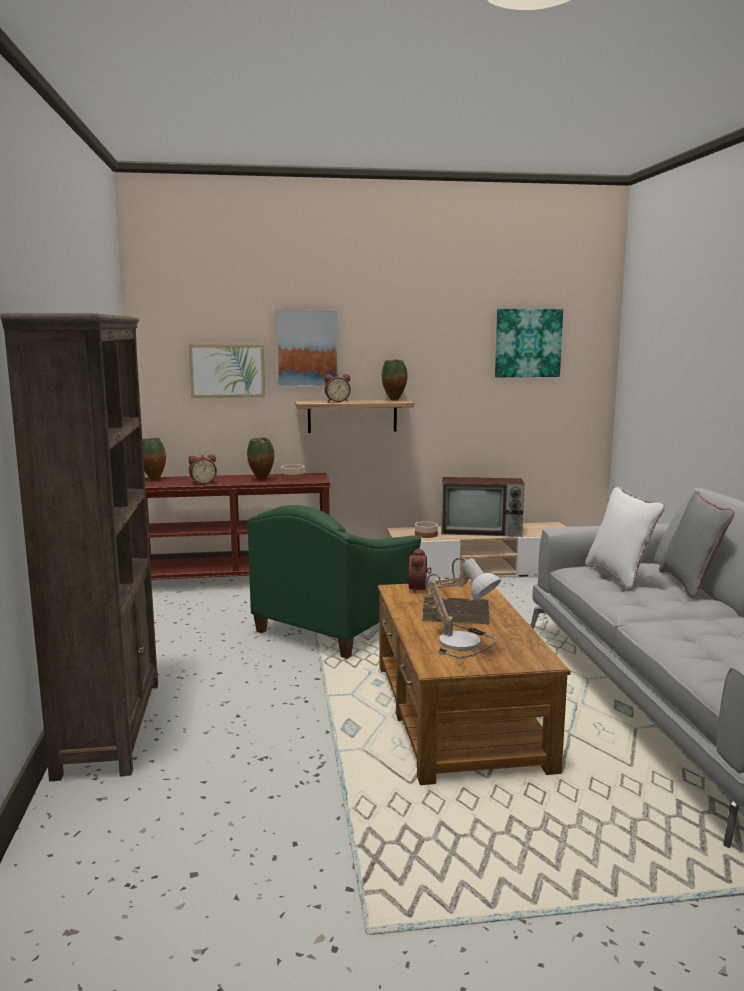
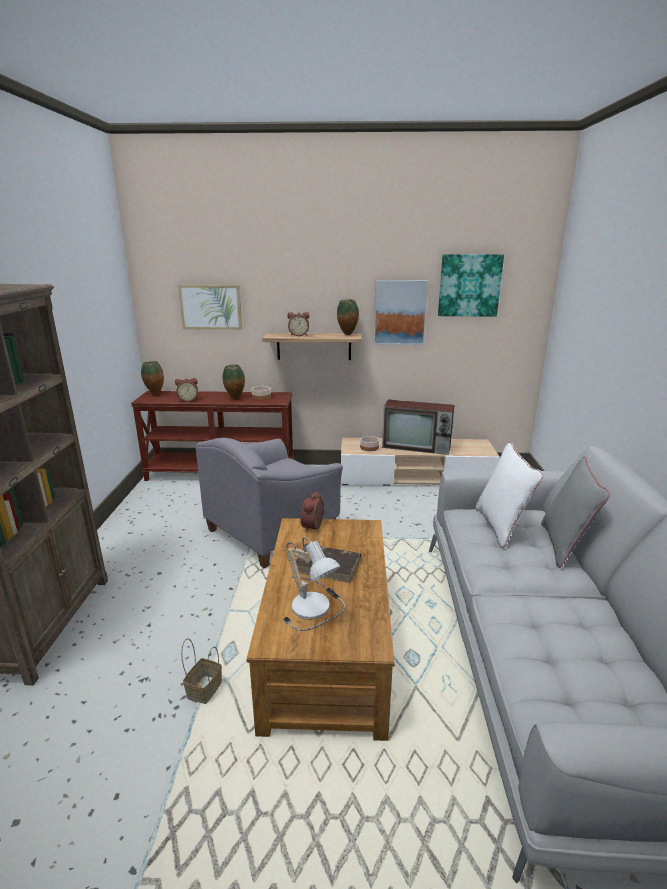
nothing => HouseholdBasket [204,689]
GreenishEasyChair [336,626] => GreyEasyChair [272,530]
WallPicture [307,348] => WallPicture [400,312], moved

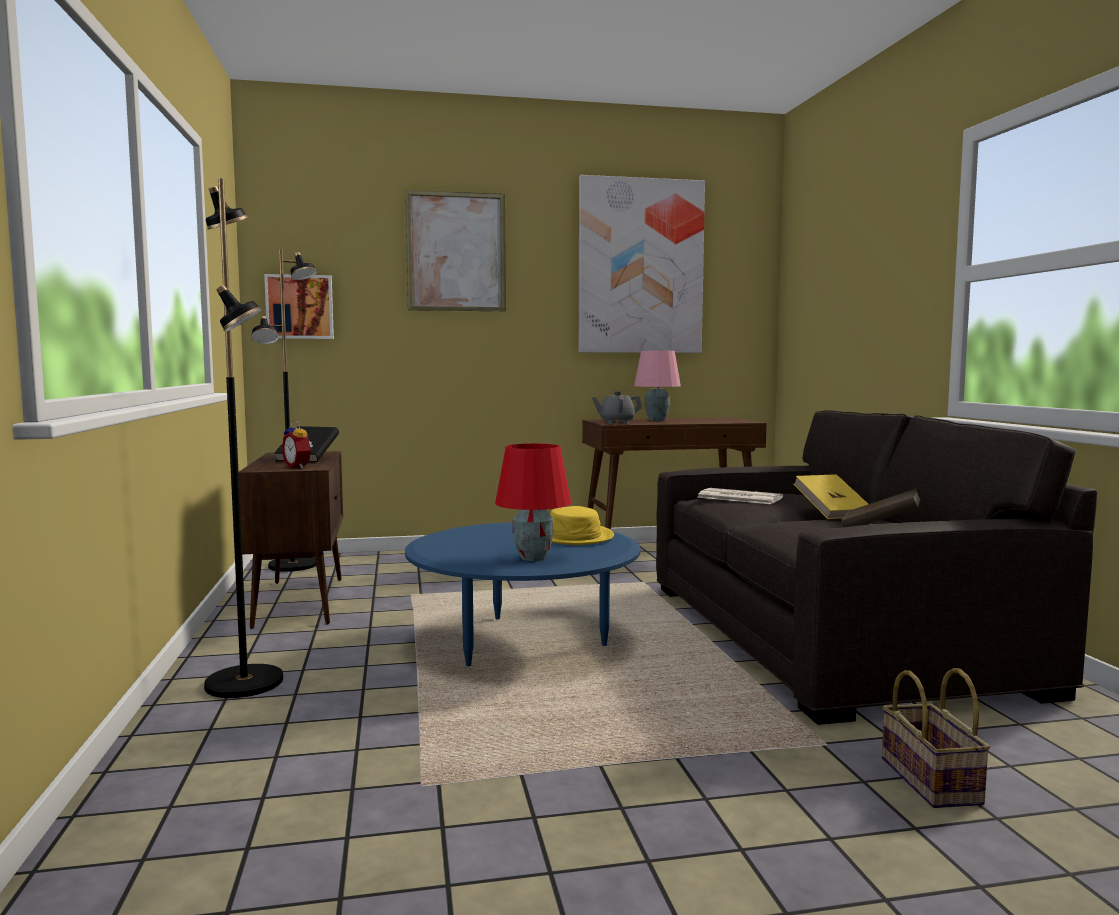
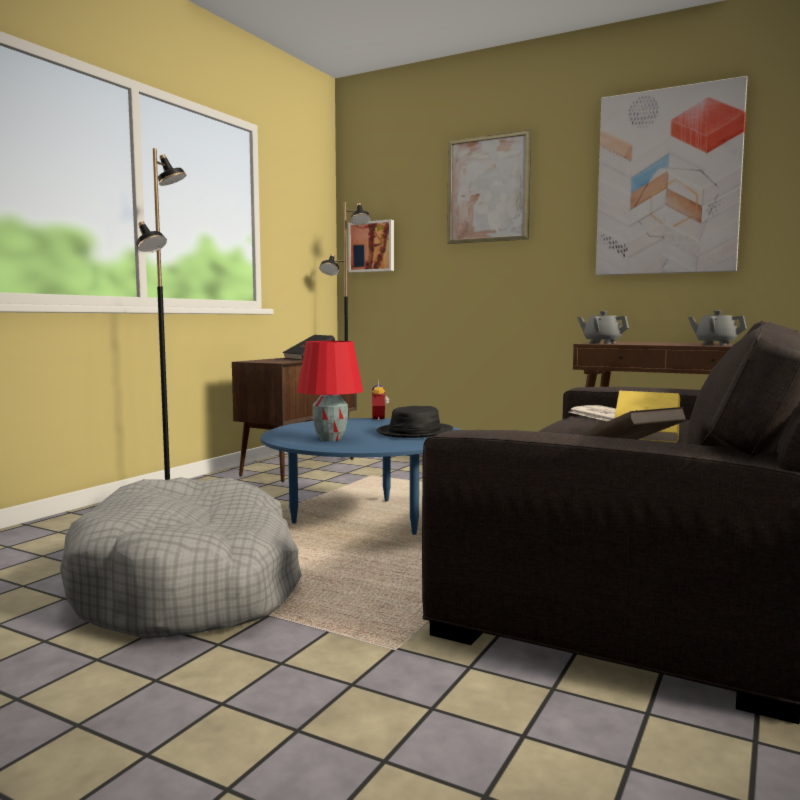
nothing => GreyPetBed [190,587]
TableClock [299,466] => TableClock [380,419], moved
YellowishClothingHat [574,536] => BlackishClothingHat [415,432]
nothing => GreyTeapot [715,344]
PinkishTabletopLamp [656,420] => nothing
HouseholdBasket [933,782] => nothing

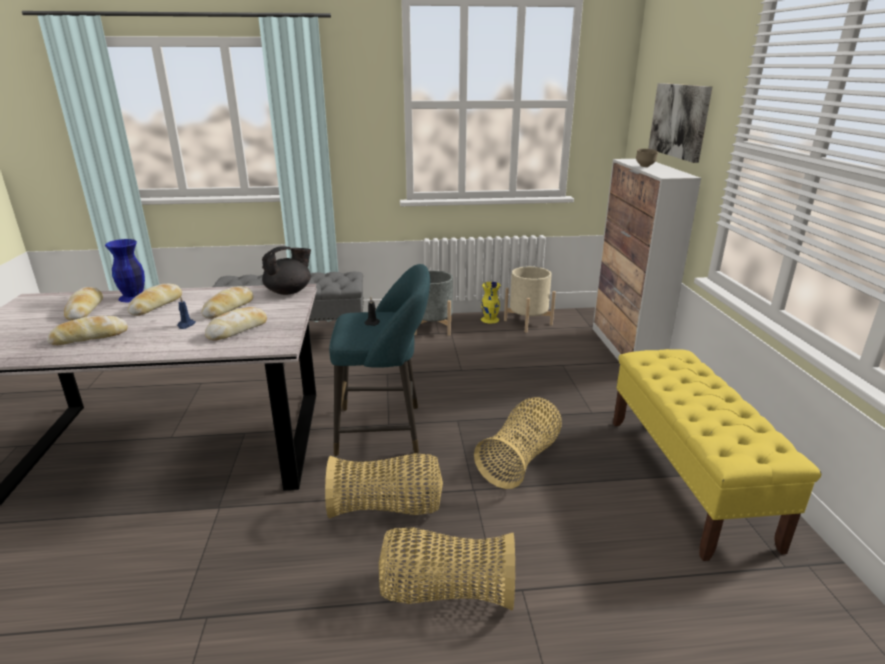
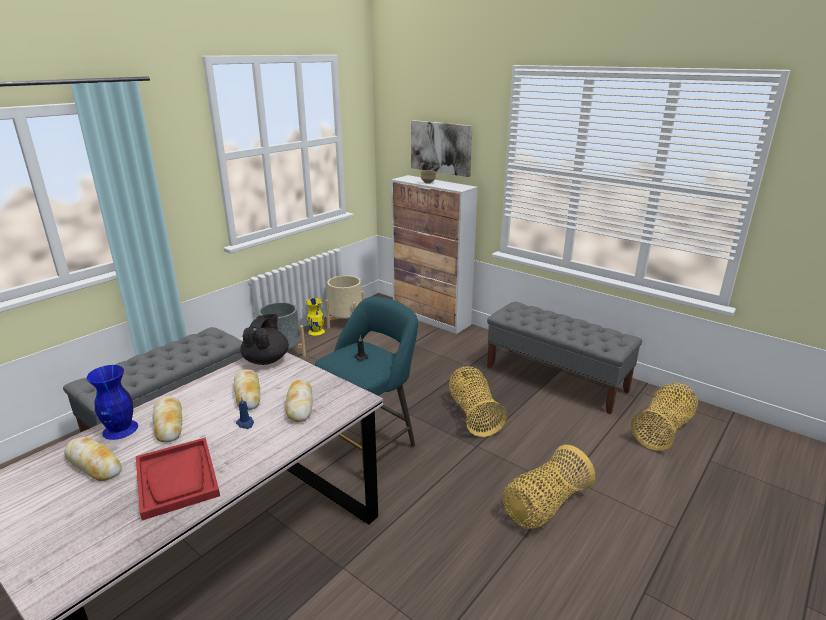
BakedBread [89,337] => RedServingTray [177,479]
YellowishIndoorBench [687,479] => GreyIndoorBench [556,379]
HouseholdBasket [387,508] => HouseholdBasket [663,430], moved

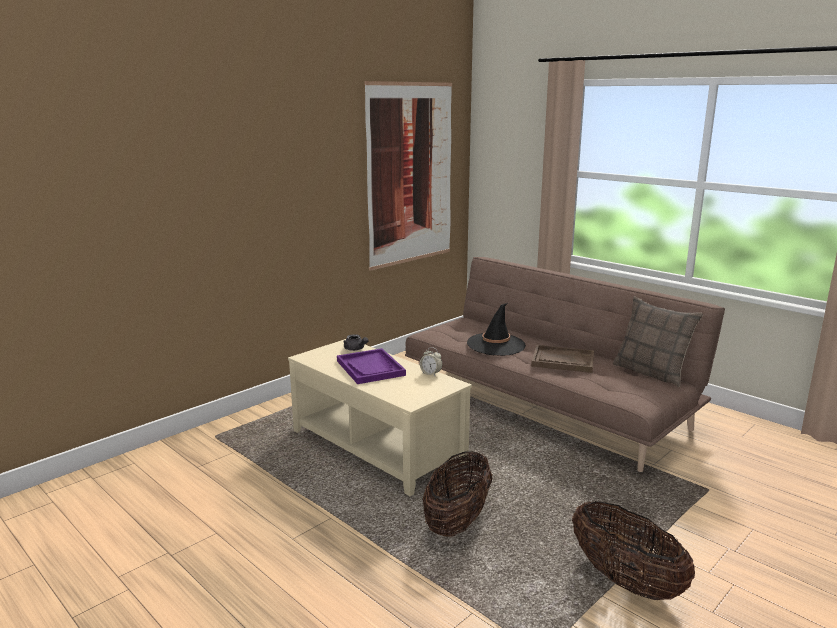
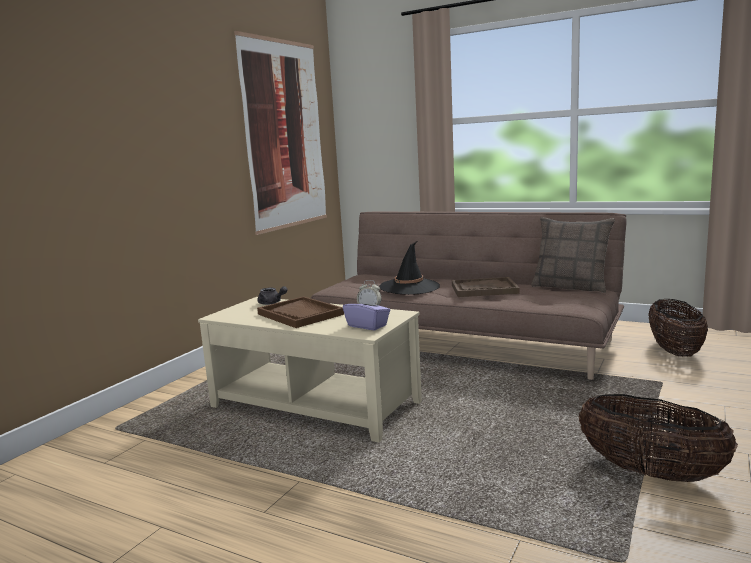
PurpleServingTray [370,368] => BrownServingTray [300,314]
nothing => PurpleBoxOfTissues [367,326]
HouseholdBasket [457,521] => HouseholdBasket [675,351], moved

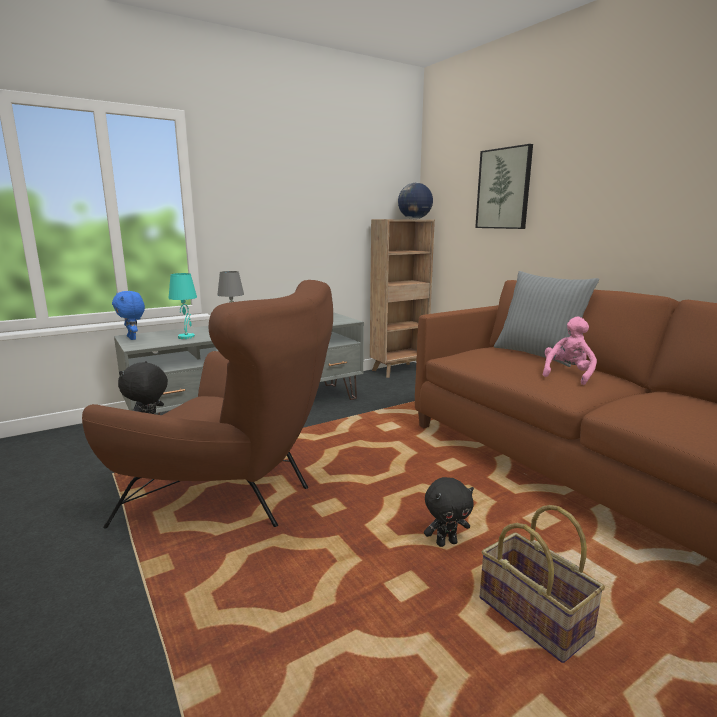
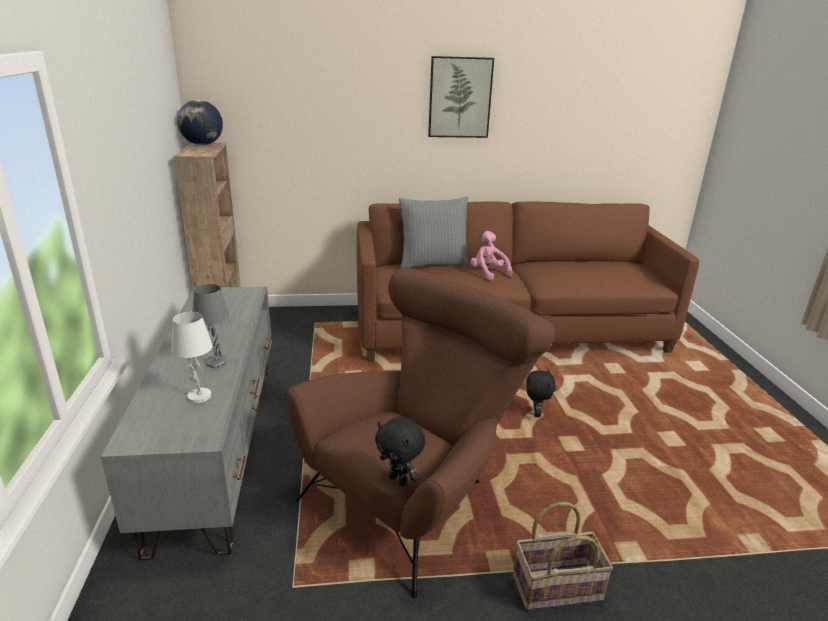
BlueGreenTabletopLamp [186,337] => WhiteTabletopLamp [198,396]
WallPicture [504,189] => WallPicture [460,97], moved
HouseholdBasket [535,616] => HouseholdBasket [556,586], moved
BluishCuddlyToy [133,338] => nothing

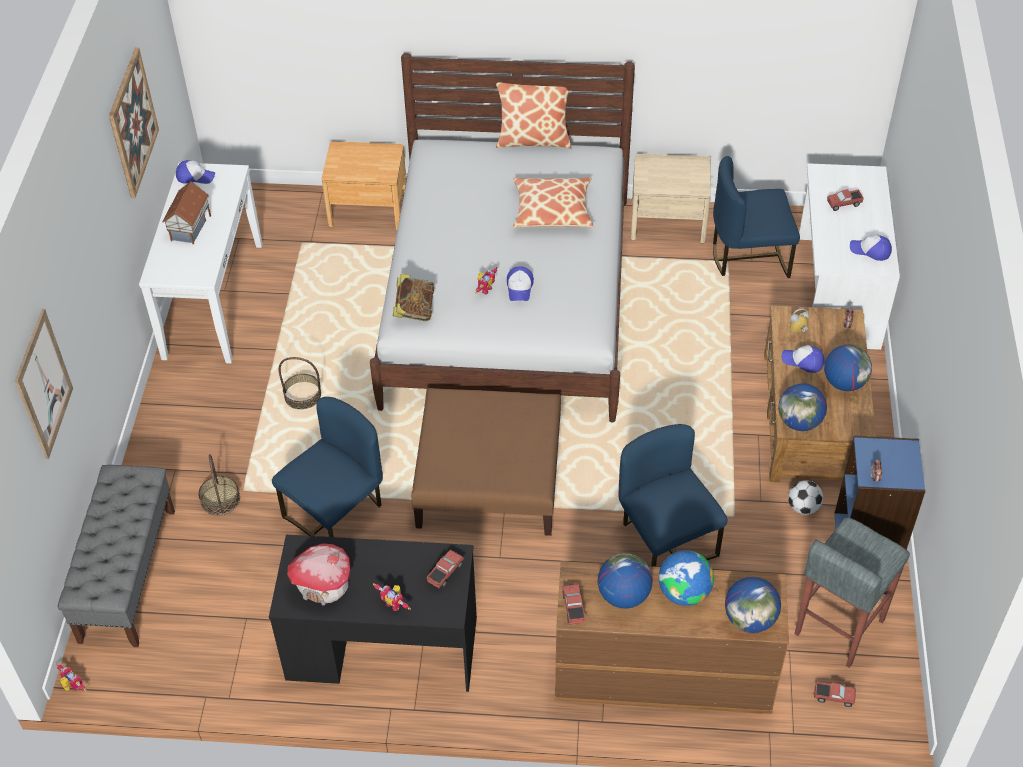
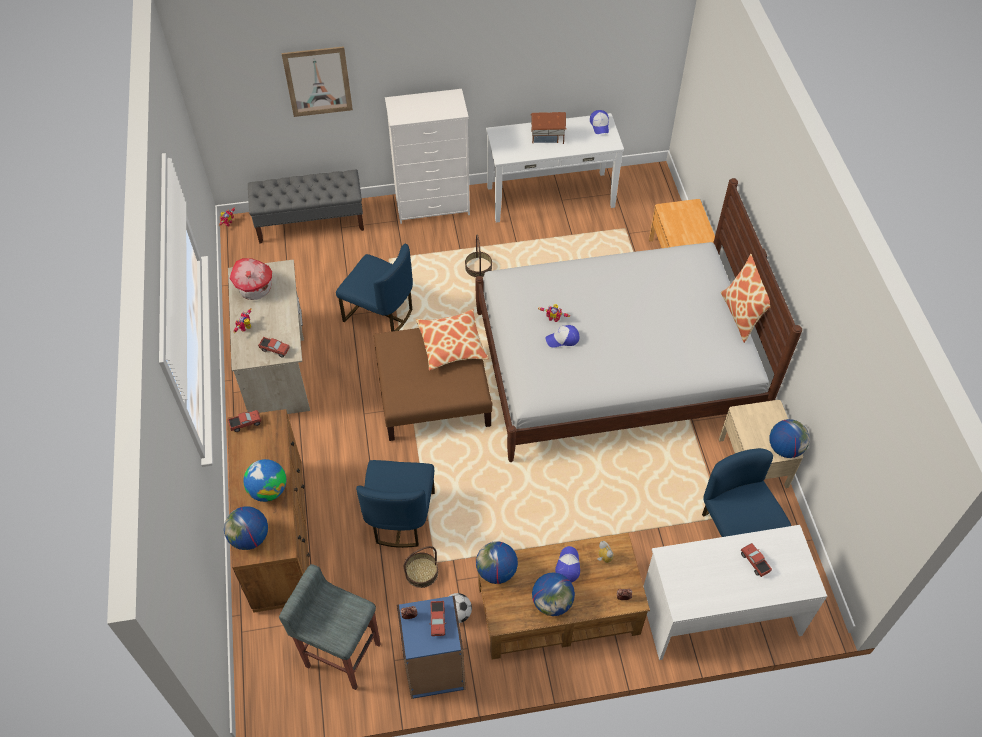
BlackishDesk [382,648] => BeigeColouredDesk [277,364]
BluishChair [665,541] => BluishChair [400,517], 135 degrees clockwise
nothing => WhiteDresser [433,206]
HouseholdBasket [220,499] => HouseholdBasket [421,572], moved
Cushion [552,210] => Cushion [452,345], moved
ModelTruck [833,697] => ModelTruck [438,621], moved
WorldGlobe [623,595] => WorldGlobe [784,448], moved
WallPicture [133,123] => nothing
Volume [414,310] => nothing
BaseballCap [870,250] => nothing

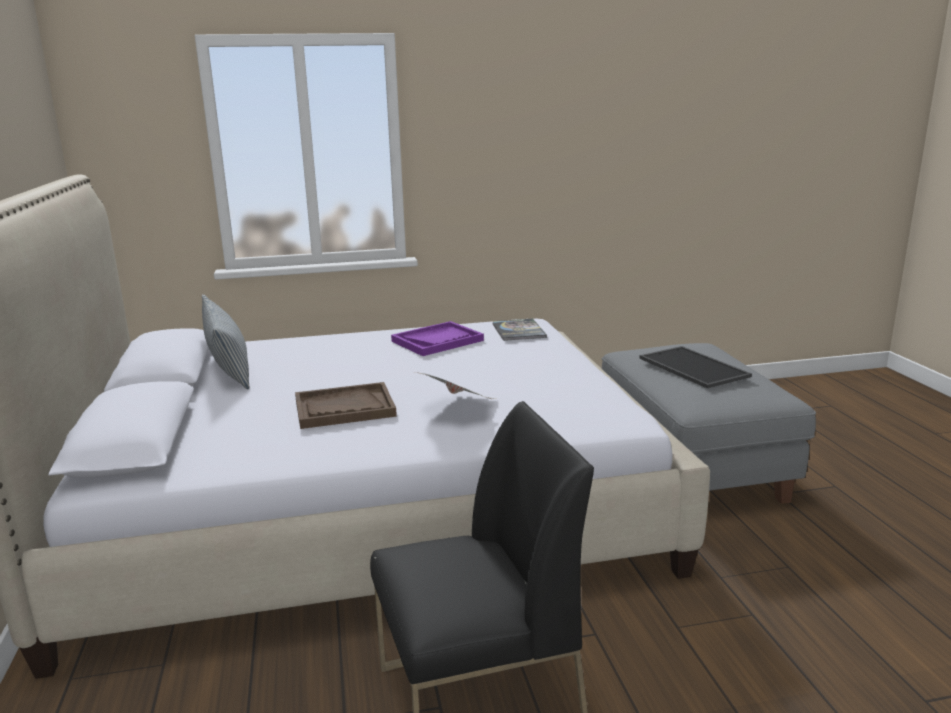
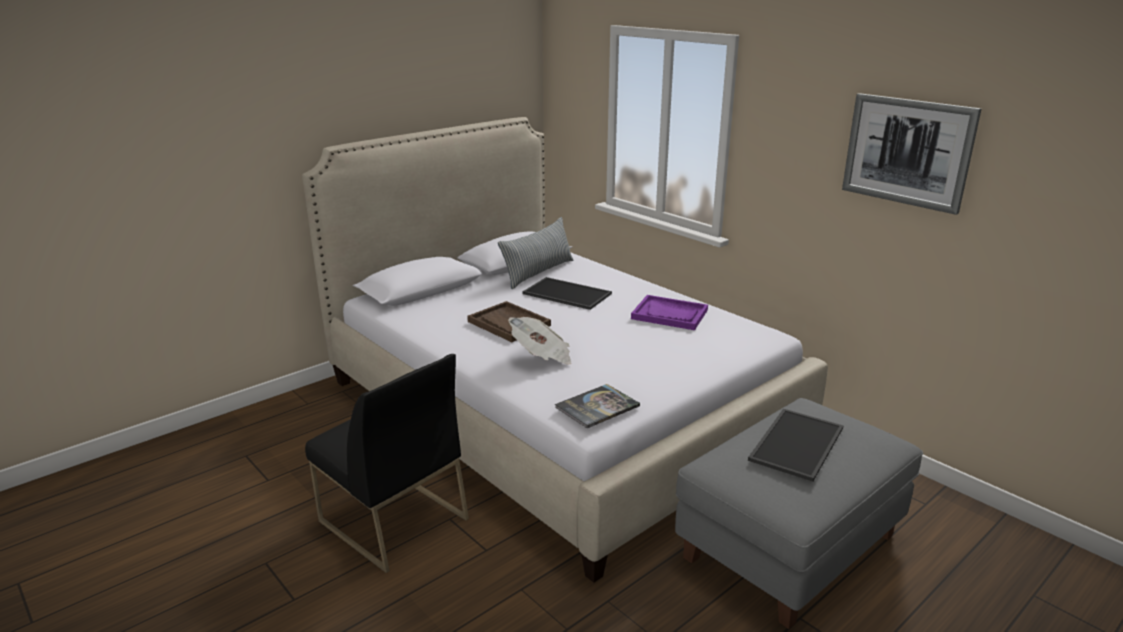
nothing => ServingTray [565,294]
Volume [518,331] => Volume [597,407], moved
nothing => WallPicture [907,151]

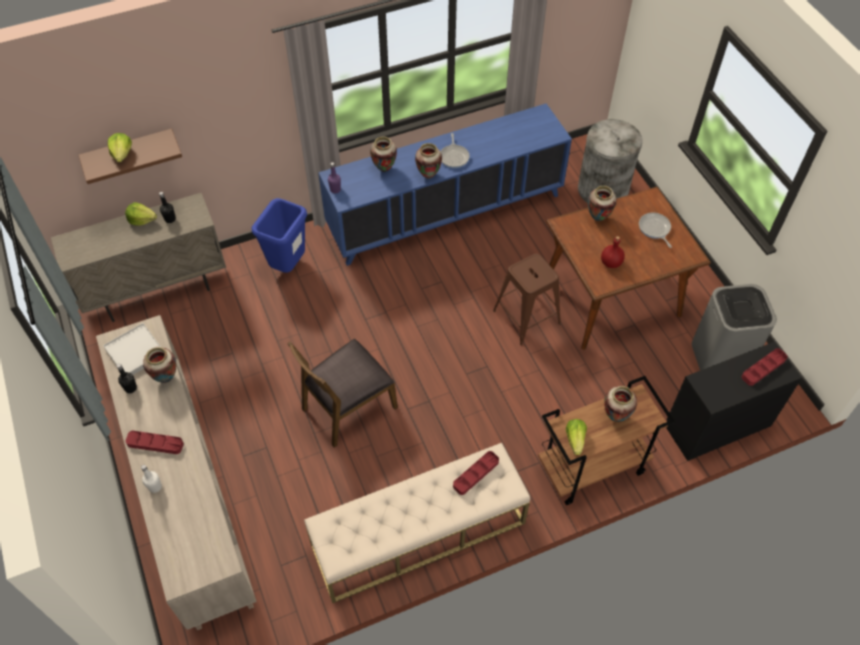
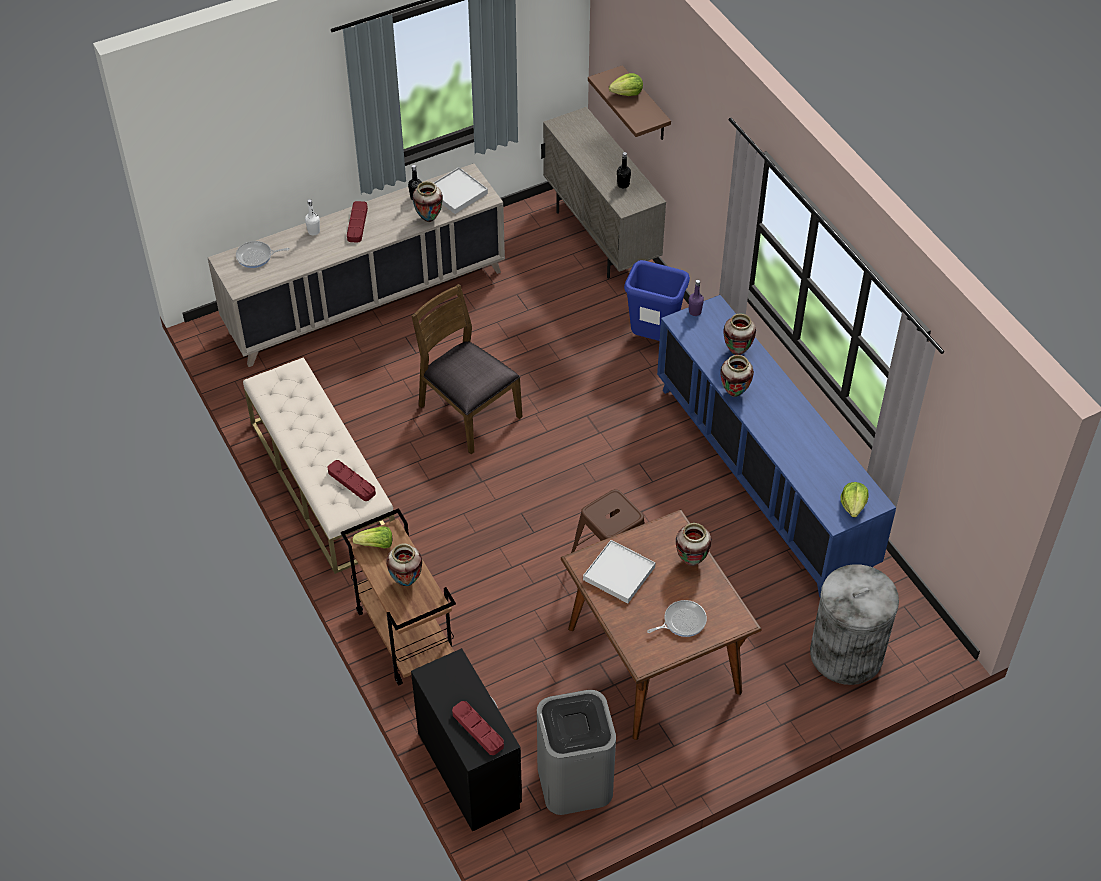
Pan [454,156] => Pan [256,256], moved
RedBeverageBottle [611,263] => WhiteServingTray [619,573]
LettuceHead [142,219] => LettuceHead [853,505], moved

